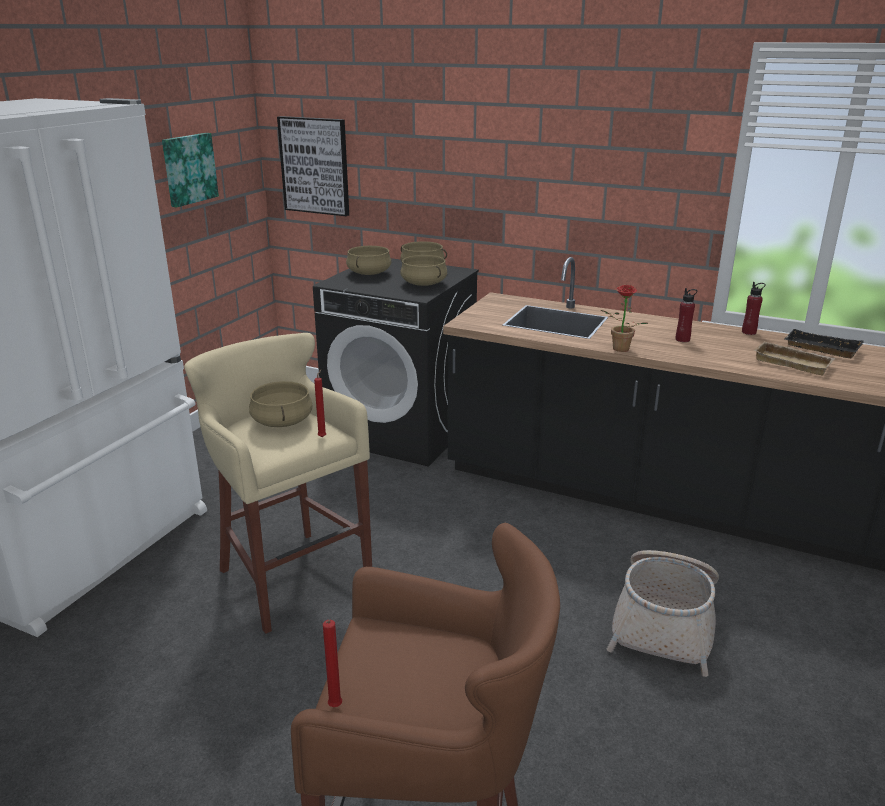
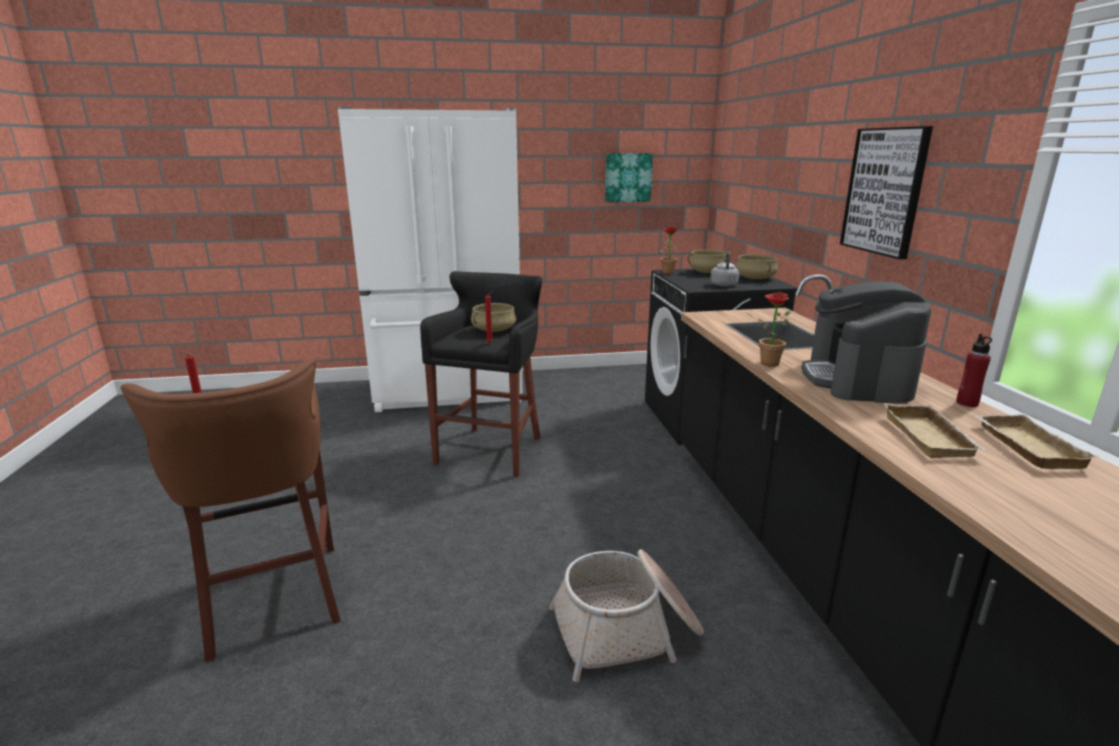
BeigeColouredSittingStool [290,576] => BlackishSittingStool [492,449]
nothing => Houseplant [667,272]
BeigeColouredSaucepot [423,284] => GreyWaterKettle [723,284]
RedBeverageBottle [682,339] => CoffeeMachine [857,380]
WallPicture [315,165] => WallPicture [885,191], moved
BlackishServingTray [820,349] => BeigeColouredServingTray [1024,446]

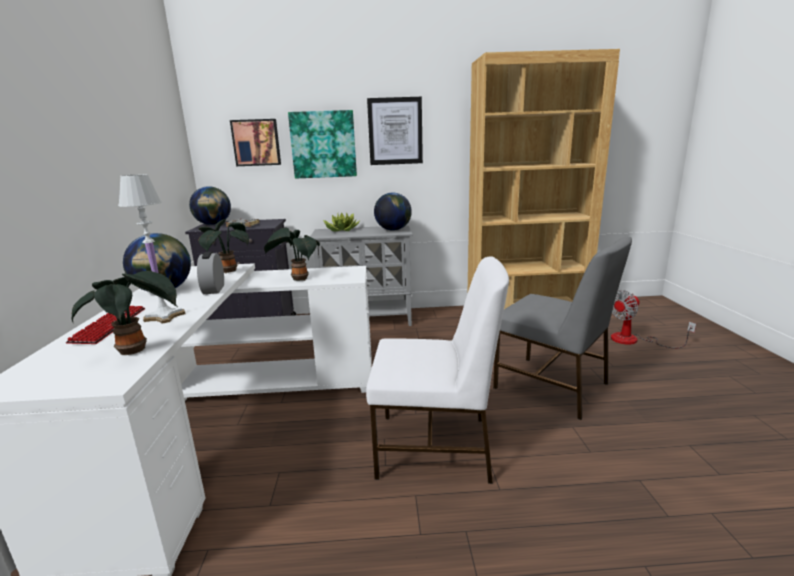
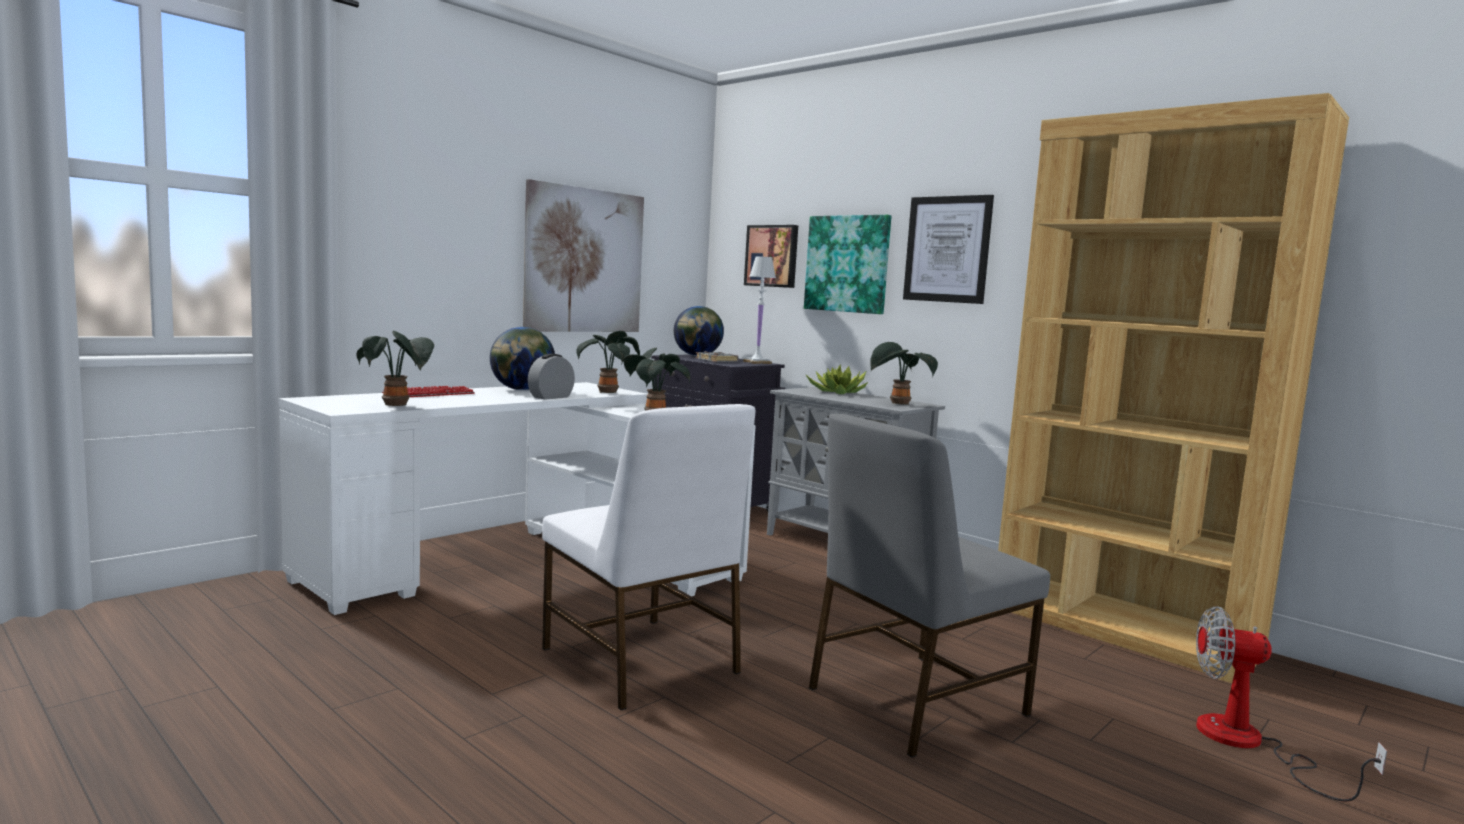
nothing => WallPicture [584,261]
WhiteTabletopLamp [165,316] => WhiteTabletopLamp [757,362], moved
GreyChair [552,387] => GreyChair [913,701], 60 degrees clockwise
WorldGlobe [393,230] => Houseplant [898,404]

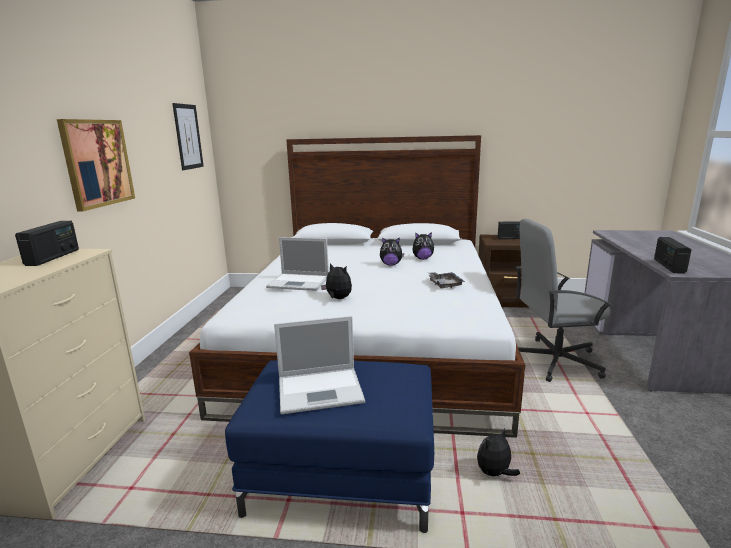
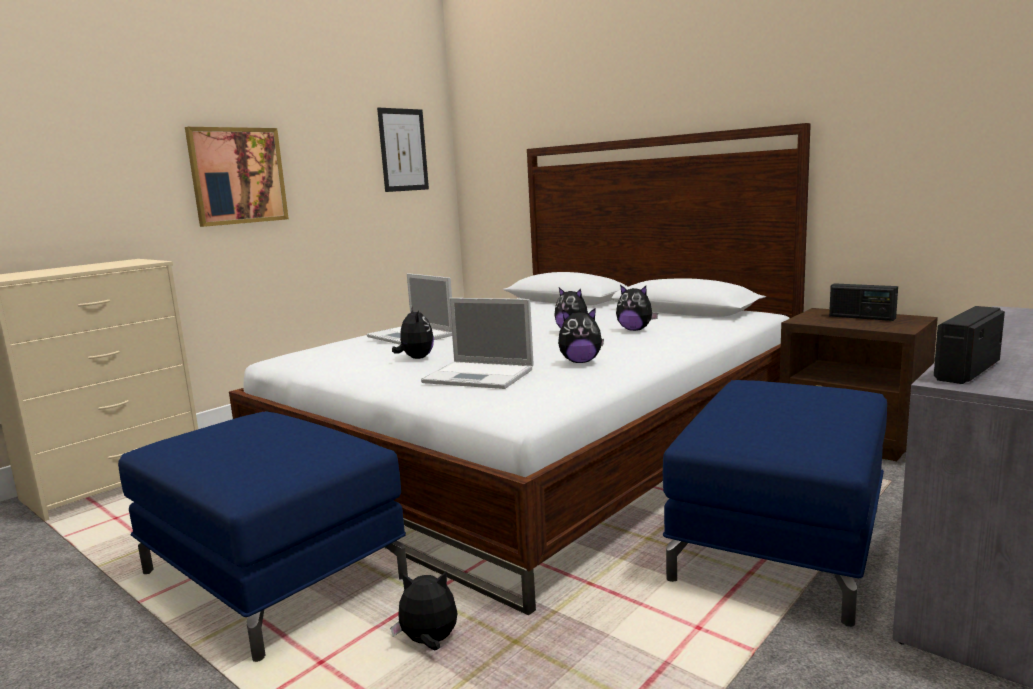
Laptop [322,390] => Laptop [481,376], moved
GreyServingTray [444,284] => CuddlyToy [580,362]
GreyComputerChair [554,360] => BluishPouffe [778,542]
Radio [53,257] => nothing

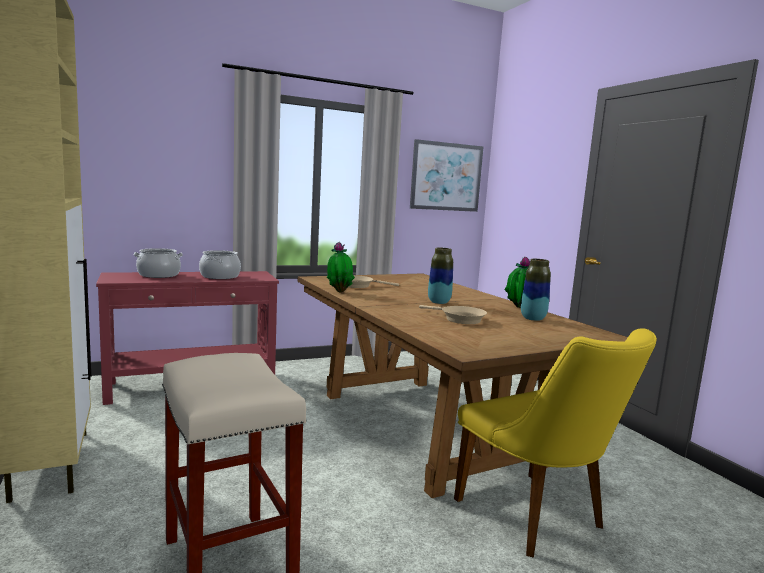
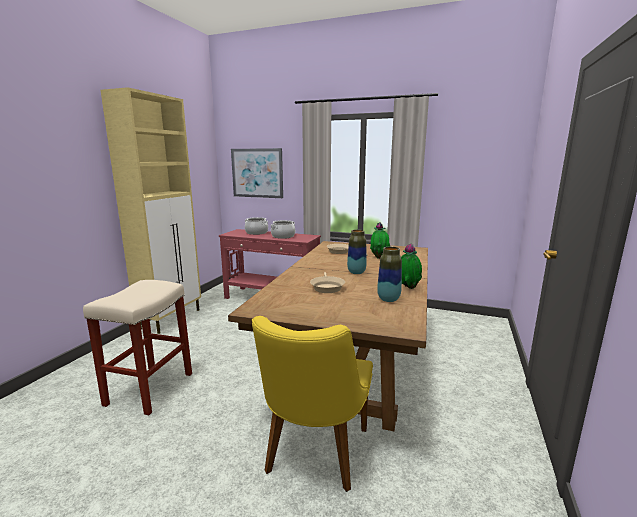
WallPicture [446,176] => WallPicture [257,173], moved
Houseplant [339,291] => Houseplant [379,257], moved

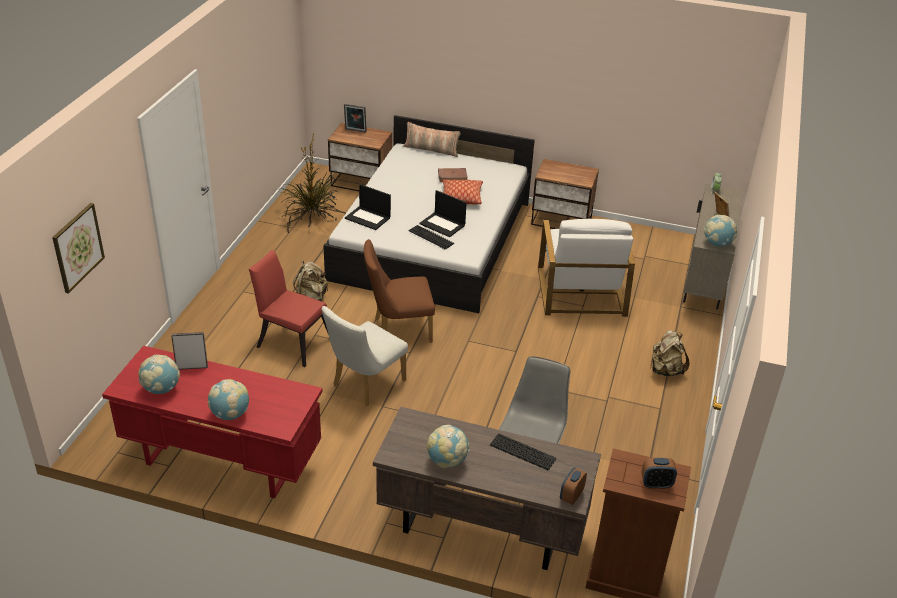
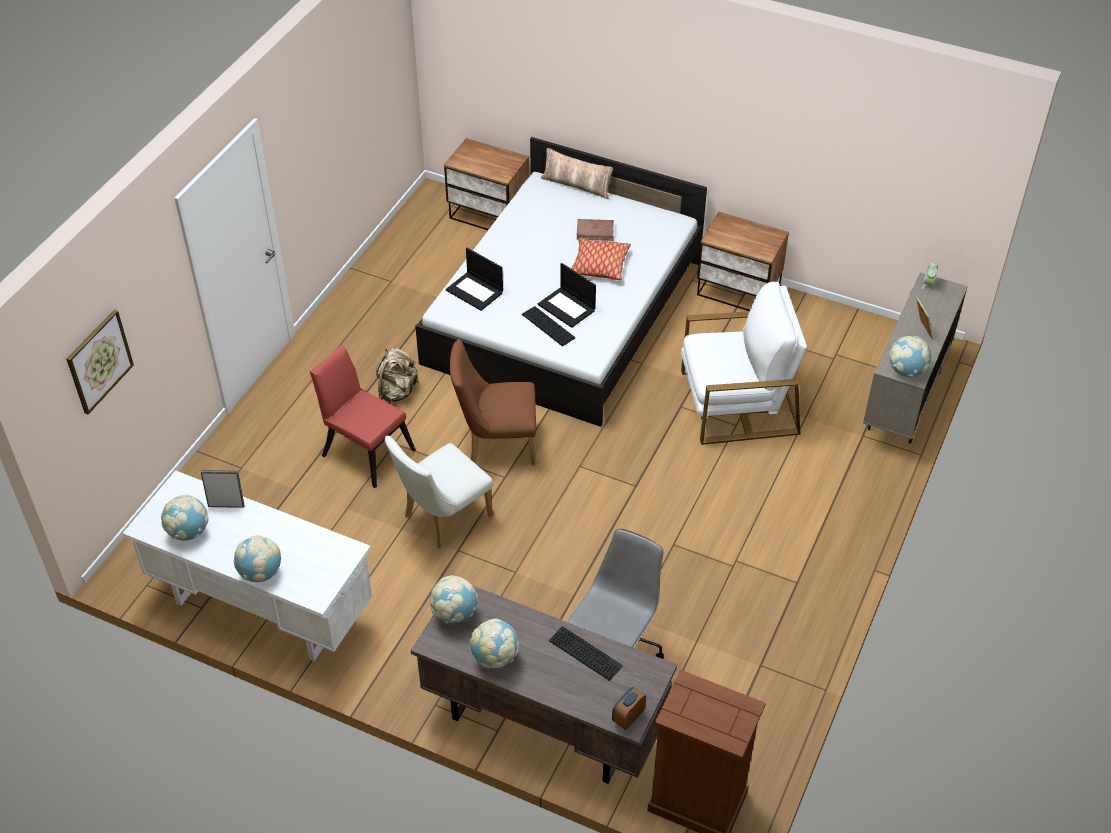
RedDesk [221,461] => WhiteDesk [260,607]
nothing => WorldGlobe [454,613]
WhiteEasyChair [580,291] => WhiteEasyChair [738,402], 105 degrees counterclockwise
Houseplant [312,215] => nothing
StandingFrame [355,131] => nothing
TableClock [656,484] => nothing
BeigeColouredRucksack [665,370] => nothing

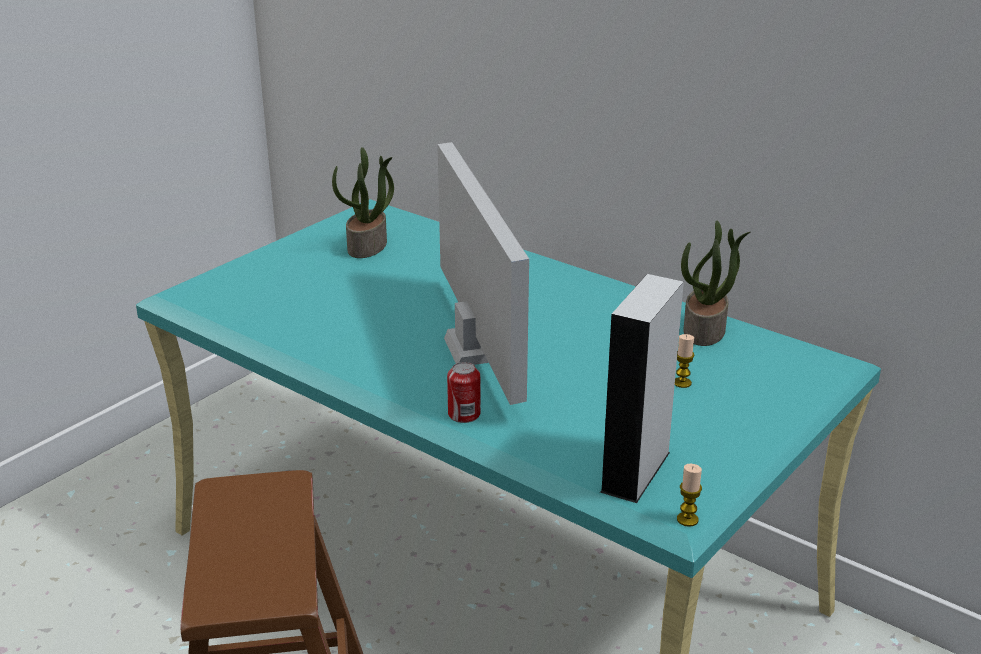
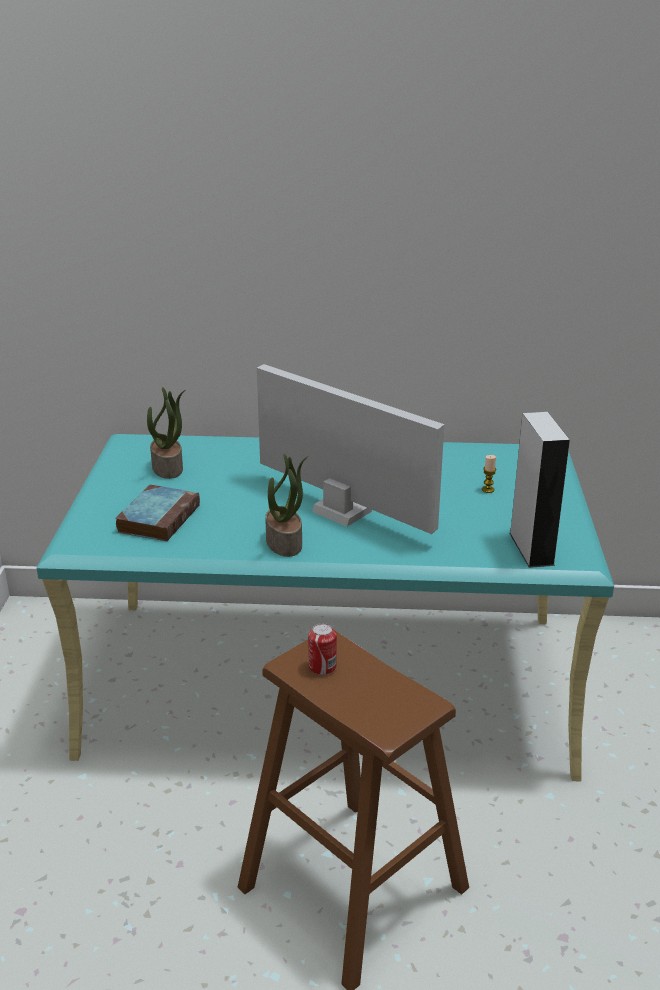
nothing => Volume [159,518]
Houseplant [705,331] => Houseplant [285,543], moved
Can [464,414] => Can [322,667], moved
Candle [687,519] => nothing

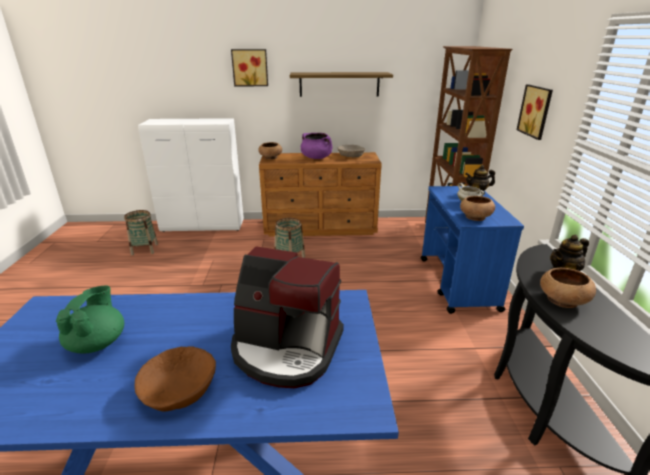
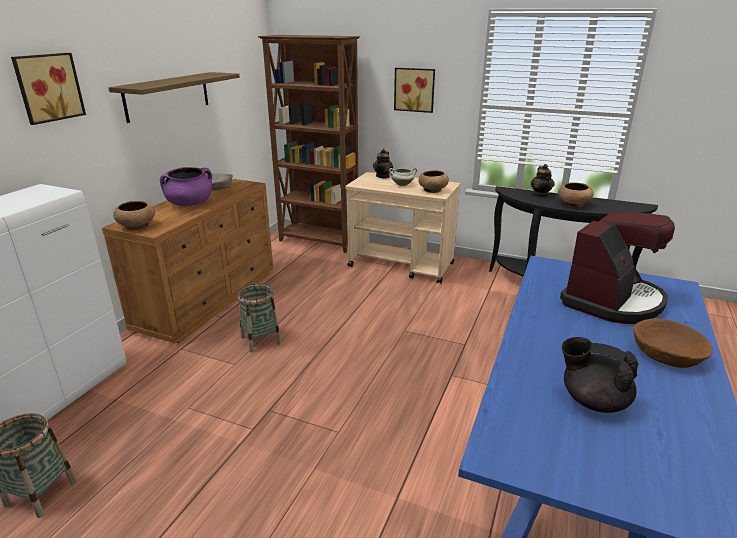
BluishWheeledCart [458,284] => BeigeColouredWheeledCart [401,265]
GreenishTeapot [98,343] => BlackishTeapot [592,400]

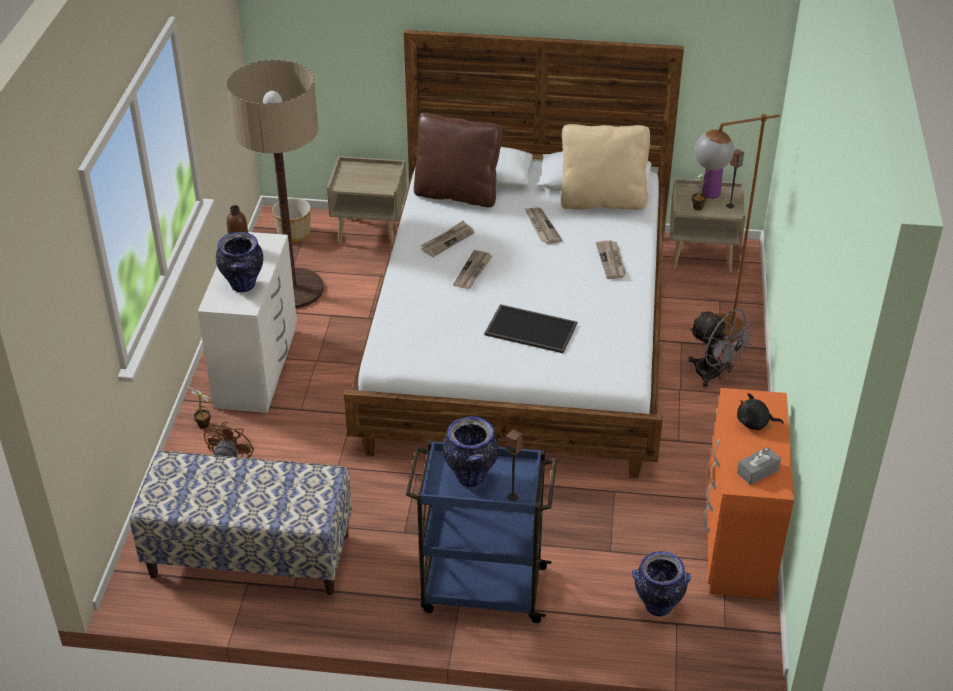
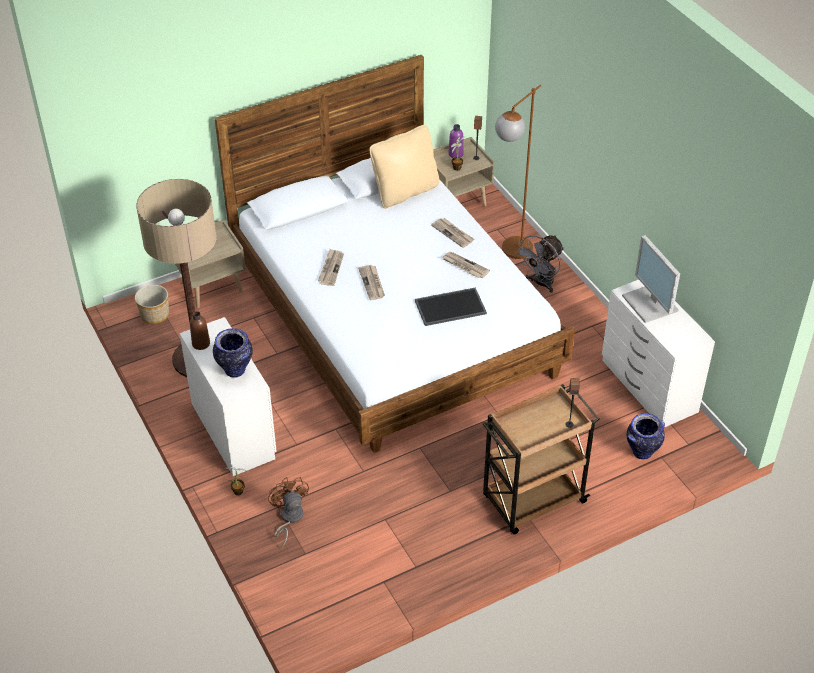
Newspaper [541,227] => Newspaper [464,266], moved
BluishWheeledCart [481,589] => BrownWheeledCart [532,500]
GreyFan [714,375] => GreyFan [540,283], 120 degrees clockwise
OrangeColouredDresser [737,541] => WhiteDresser [648,387]
BlackishCuddlyToy [755,423] => ComputerDisplay [651,304]
IndoorBench [249,556] => nothing
BrownCushion [457,194] => nothing
FlowerVase [470,477] => nothing
GreyBoxOfTissues [757,471] => nothing

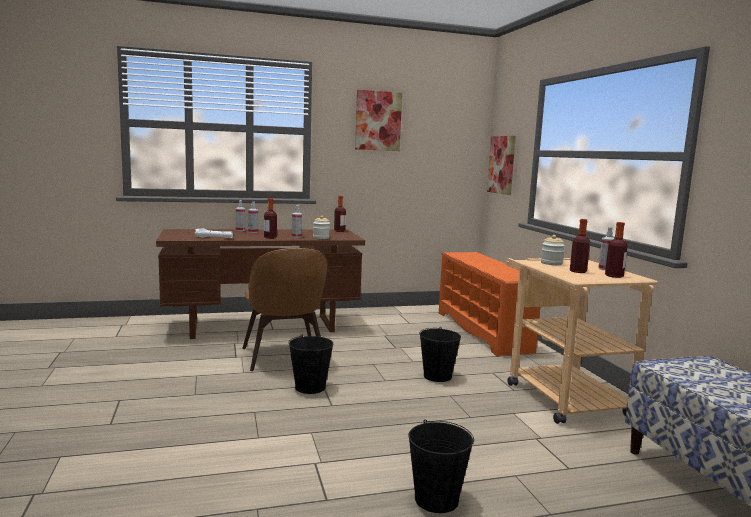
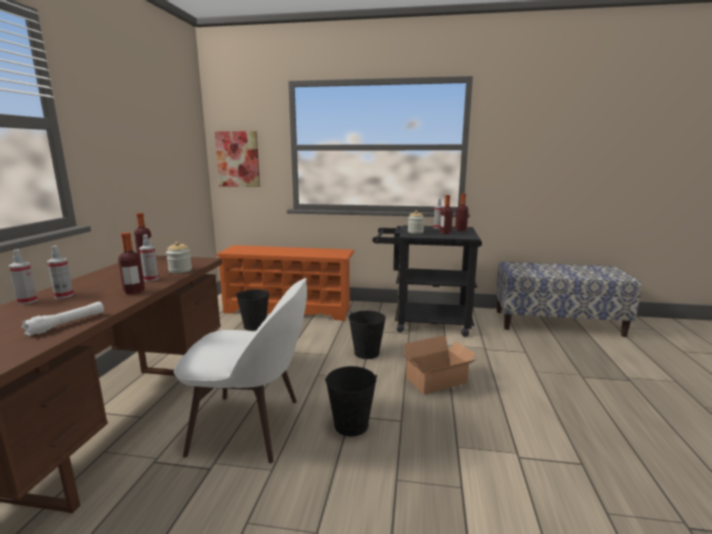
BrownChair [284,357] => WhiteChair [251,426]
BlackishWaterBucket [436,499] => BlackishWaterBucket [255,326], moved
BeigeColouredWheeledCart [560,395] => BlackishWheeledCart [423,322]
nothing => PackingBox [438,381]
WallPicture [378,121] => nothing

